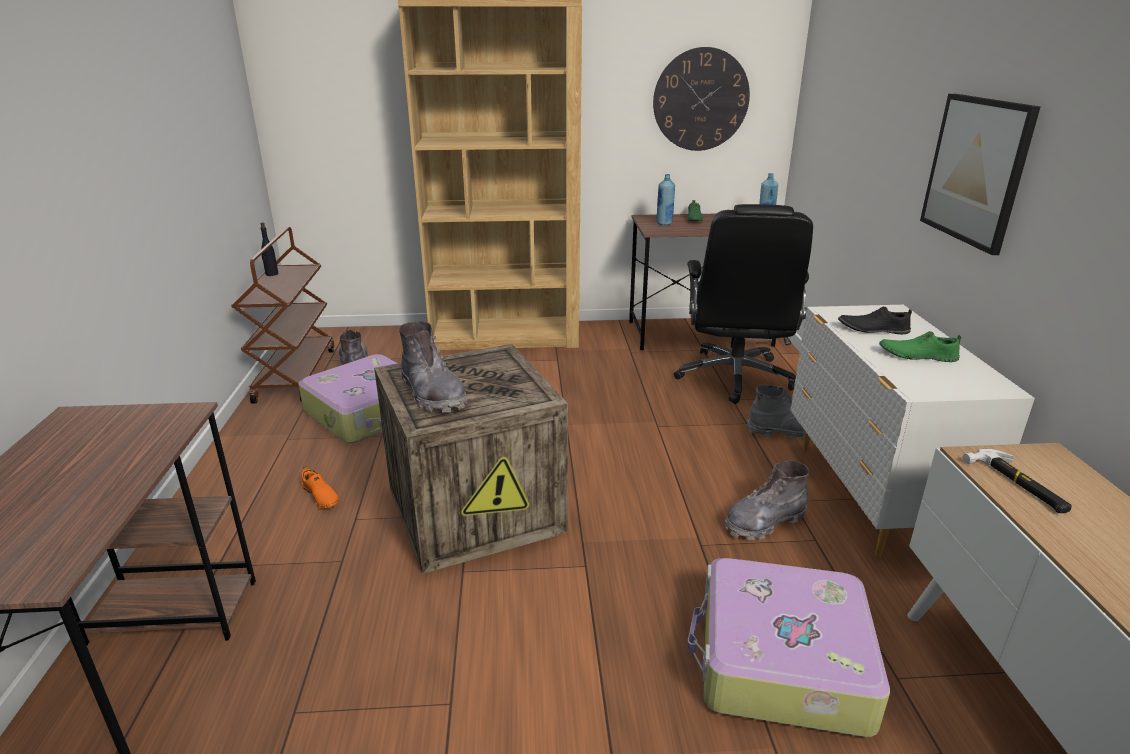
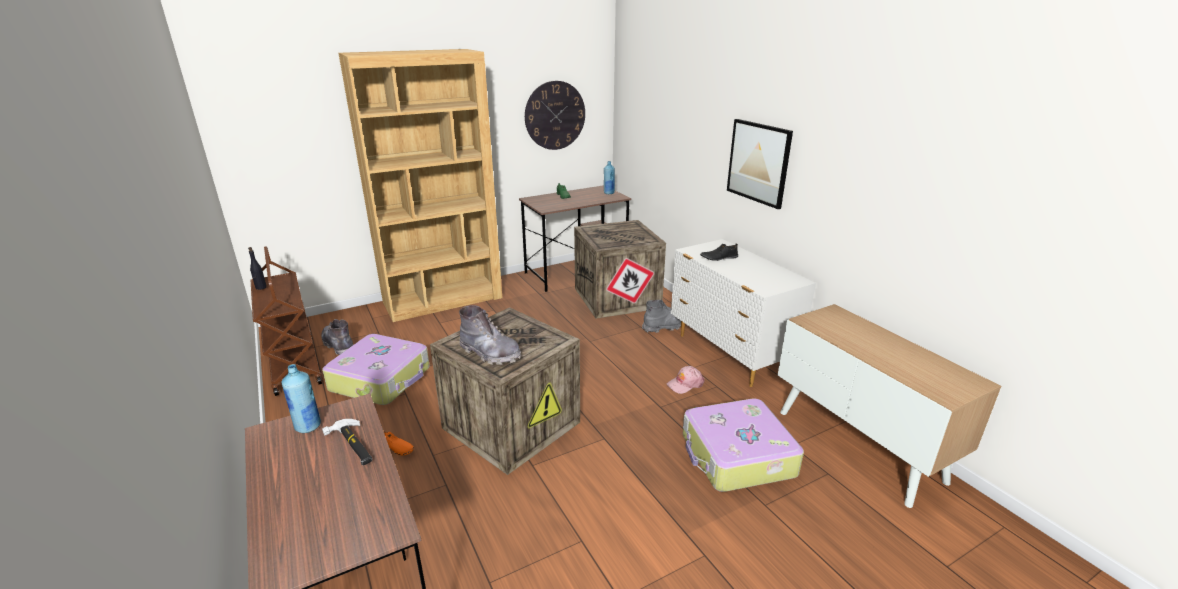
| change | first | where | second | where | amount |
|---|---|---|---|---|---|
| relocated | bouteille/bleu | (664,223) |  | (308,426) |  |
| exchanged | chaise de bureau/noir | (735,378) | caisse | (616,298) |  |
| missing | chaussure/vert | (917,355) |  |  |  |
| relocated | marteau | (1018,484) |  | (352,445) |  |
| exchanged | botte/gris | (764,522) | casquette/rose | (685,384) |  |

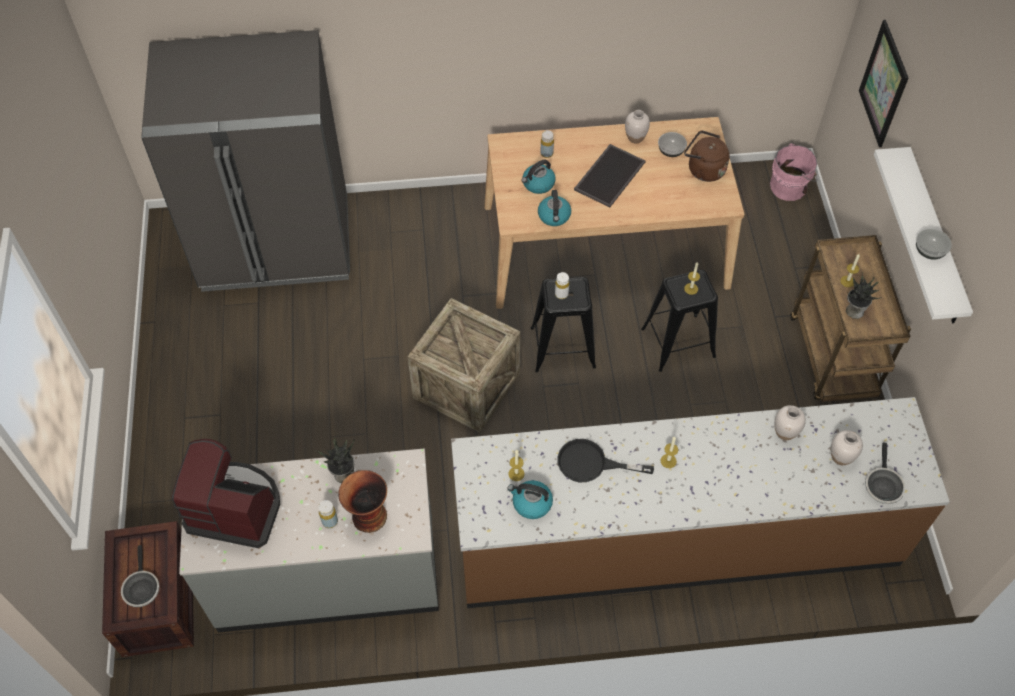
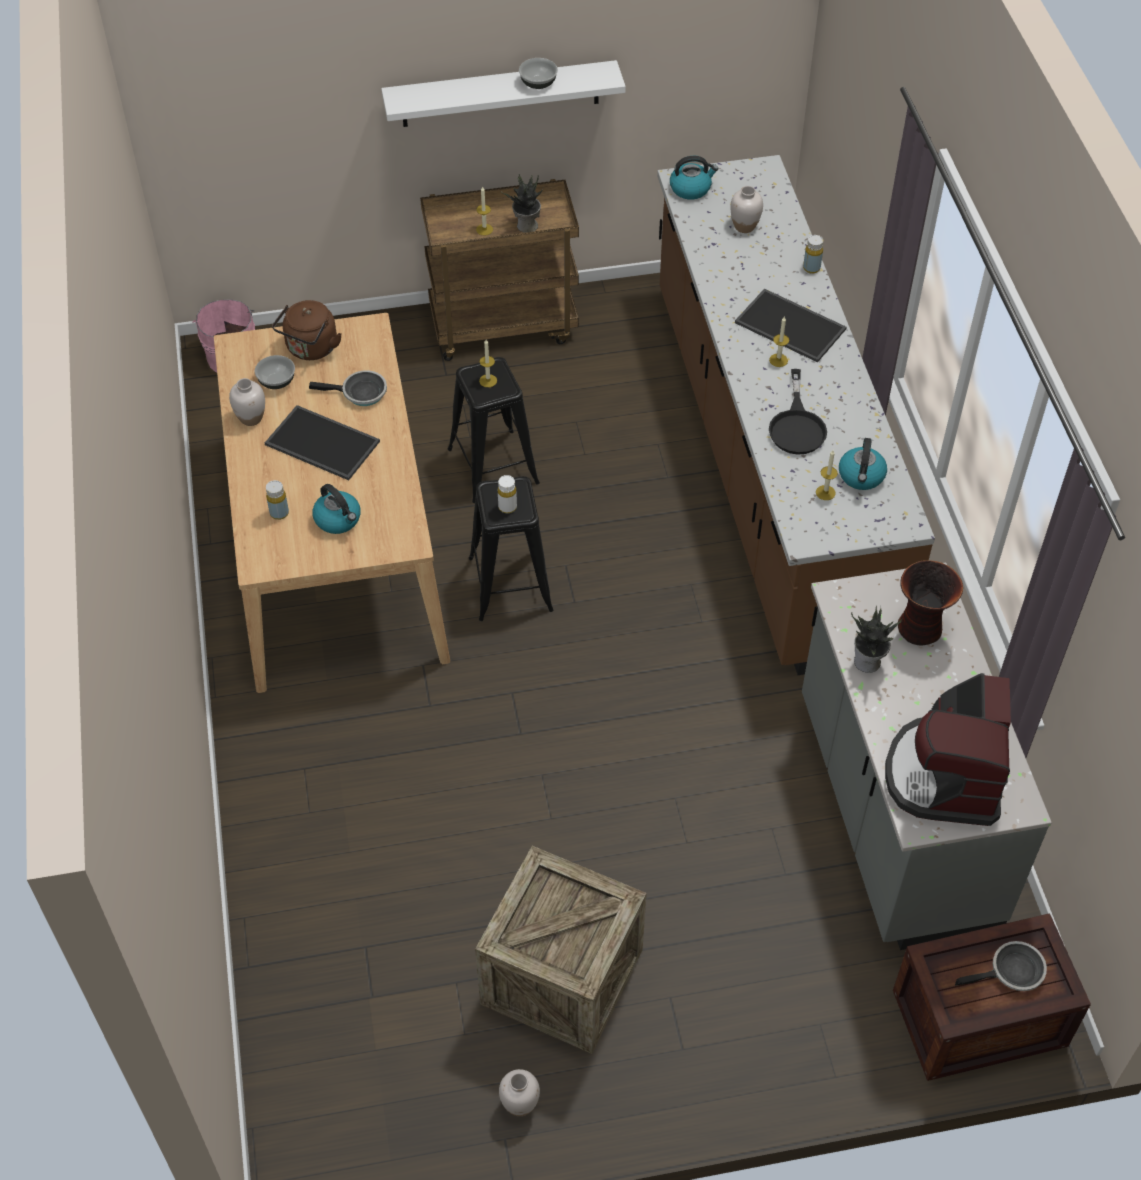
| change | first | where | second | where | amount |
|---|---|---|---|---|---|
| missing | tableau | (883,84) |  |  |  |
| missing | réfrigérateur/gris | (276,244) |  |  |  |
| relocated | bouilloire | (554,216) |  | (691,188) |  |
| relocated | caisse | (466,385) |  | (562,977) |  |
| relocated | vase/blanc | (785,432) |  | (520,1104) |  |
| relocated | poêle | (882,485) |  | (360,393) |  |
| relocated | bouteille/jaune | (330,521) |  | (811,268) |  |
| appeared |  |  | plateau | (792,325) |  |

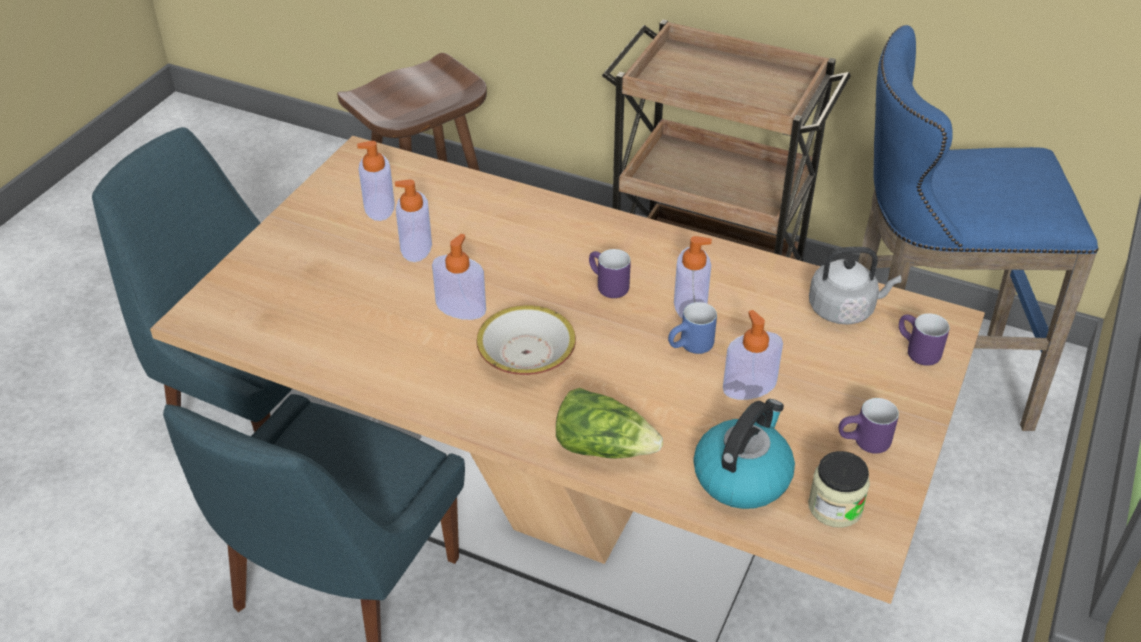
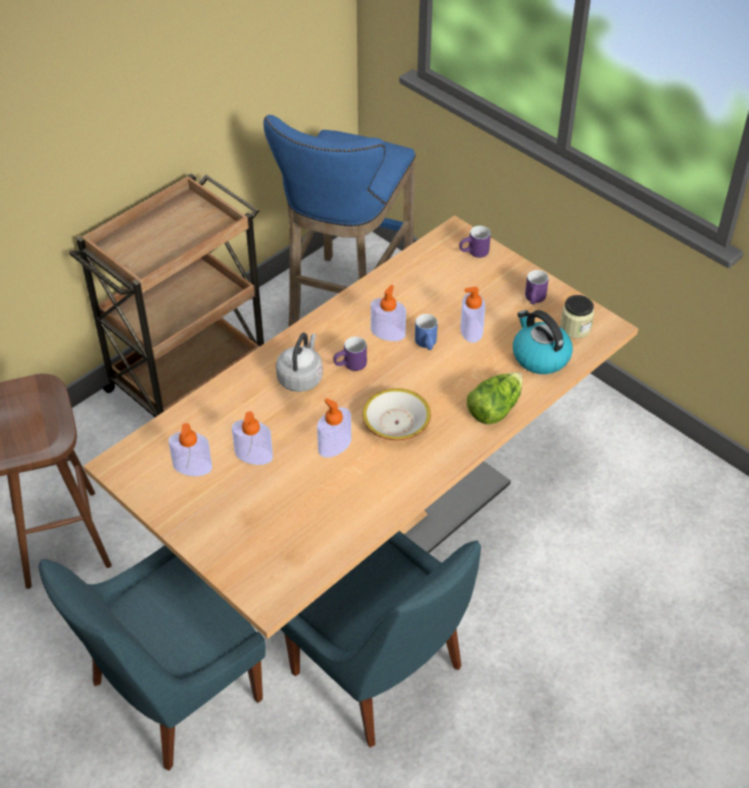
| change | first | where | second | where | amount |
|---|---|---|---|---|---|
| relocated | bouilloire/gris | (844,309) |  | (301,377) |  |

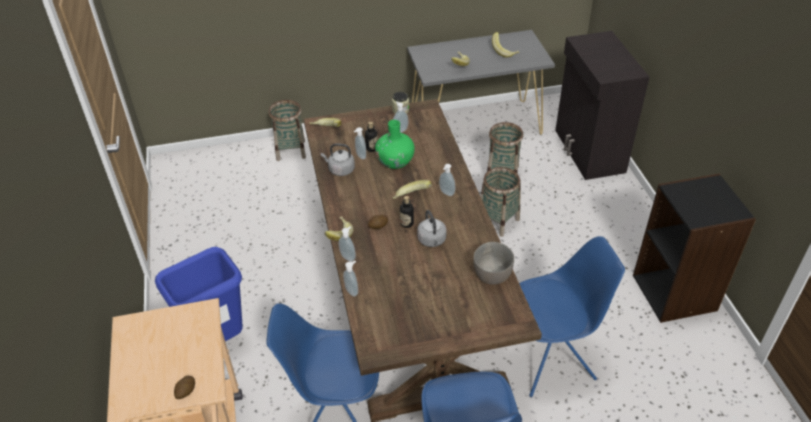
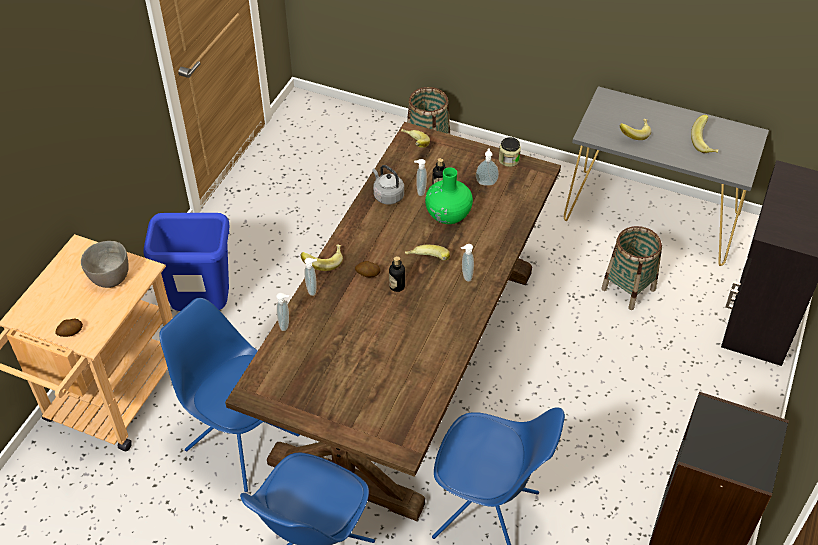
| change | first | where | second | where | amount |
|---|---|---|---|---|---|
| missing | panier | (498,221) |  |  |  |
| missing | bouilloire/gris | (432,241) |  |  |  |
| relocated | bol/gris | (491,276) |  | (109,277) |  |

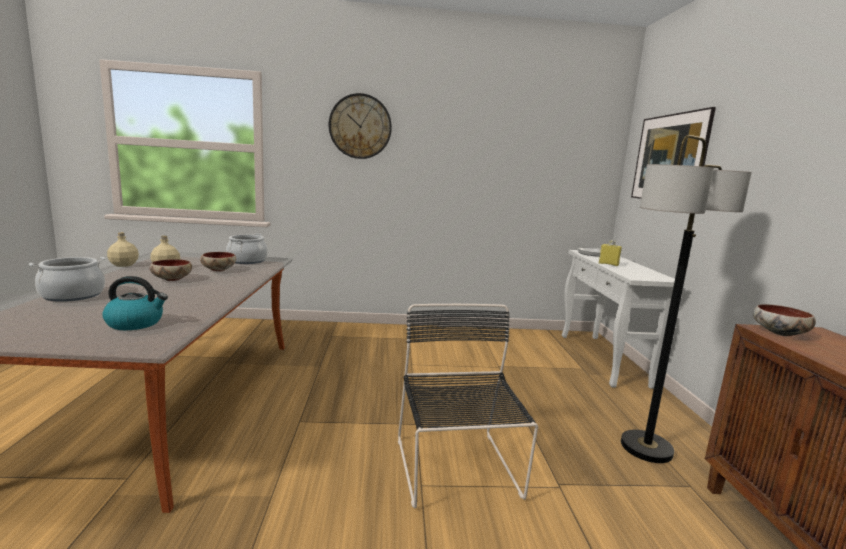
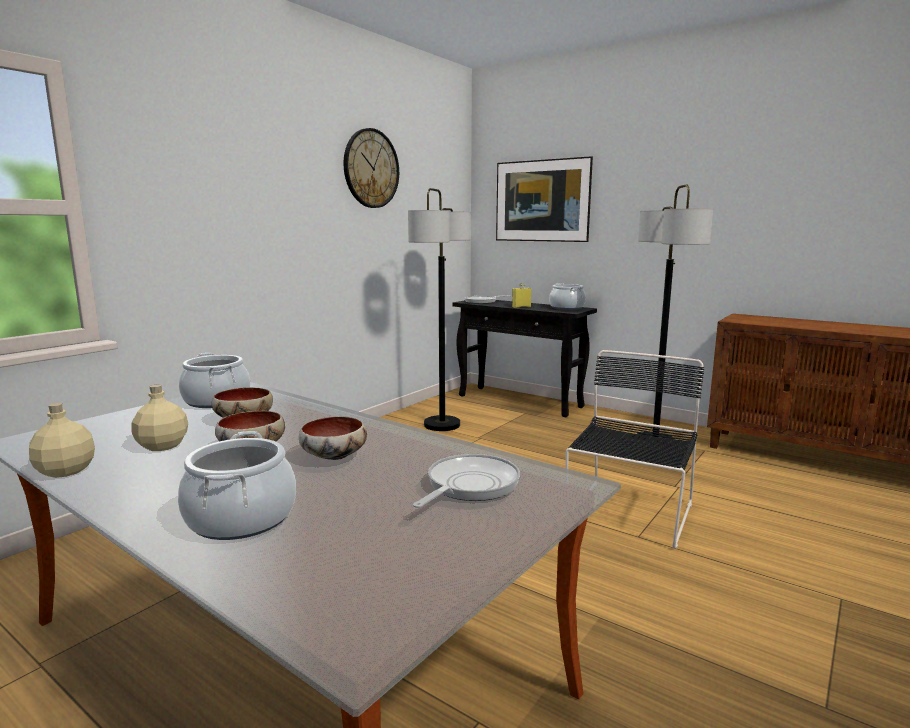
| change | first | where | second | where | amount |
|---|---|---|---|---|---|
| relocated | horloge murale | (360,126) |  | (371,168) |  |
| colour | table console/blanc | (603,359) | table console/noir | (520,401) |  |
| exchanged | bouilloire | (136,323) | poêle | (469,485) |  |
| spun | chaise/noir | (457,470) |  | (629,515) | 90 degrees clockwise |
| relocated | bol | (779,333) |  | (334,457) |  |
| appeared |  |  | lampadaire | (442,425) |  |
| appeared |  |  | marmite | (566,308) |  |

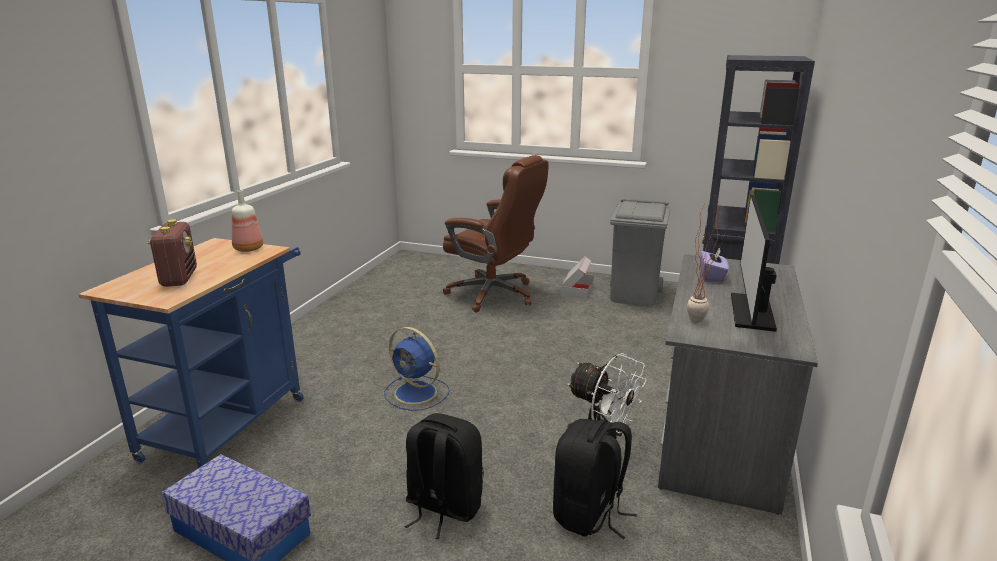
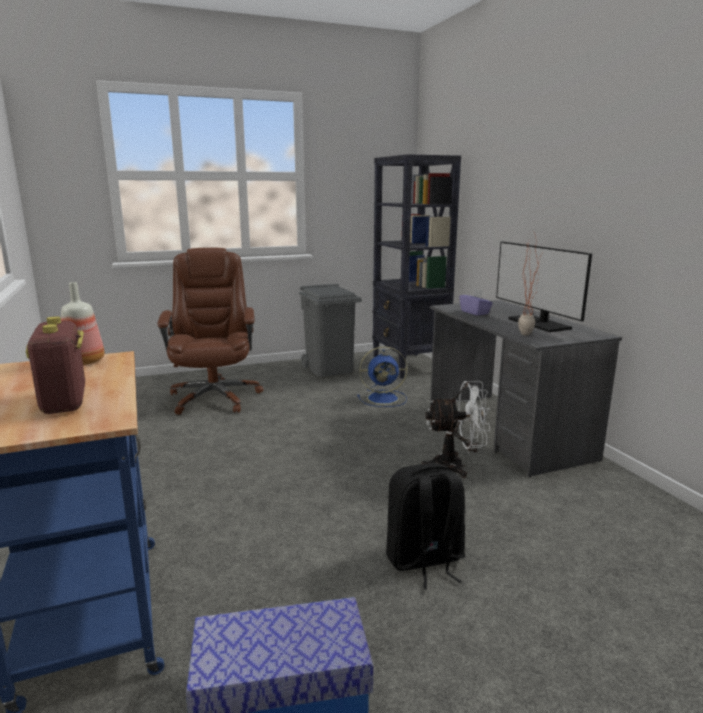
| change | first | where | second | where | amount |
|---|---|---|---|---|---|
| spun | chaise de bureau/marron | (493,294) |  | (215,397) | 90 degrees counterclockwise |
| spun | radio | (179,278) |  | (65,402) | 150 degrees counterclockwise |
| missing | carton | (577,290) |  |  |  |
| relocated | ventilateur/bleu | (417,393) |  | (384,398) |  |
| missing | sac à dos/noir | (589,514) |  |  |  |

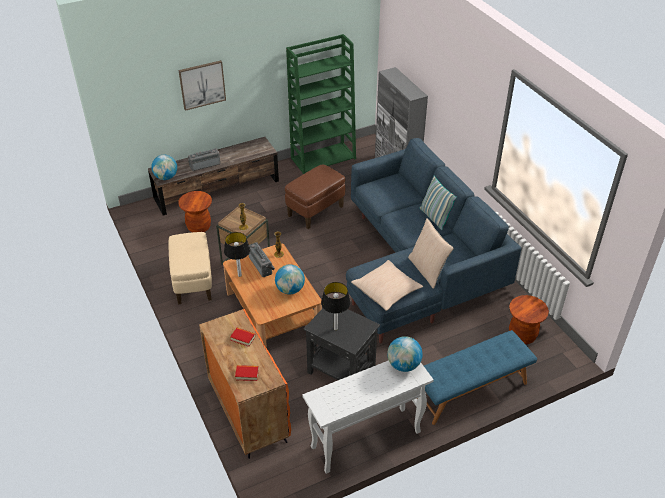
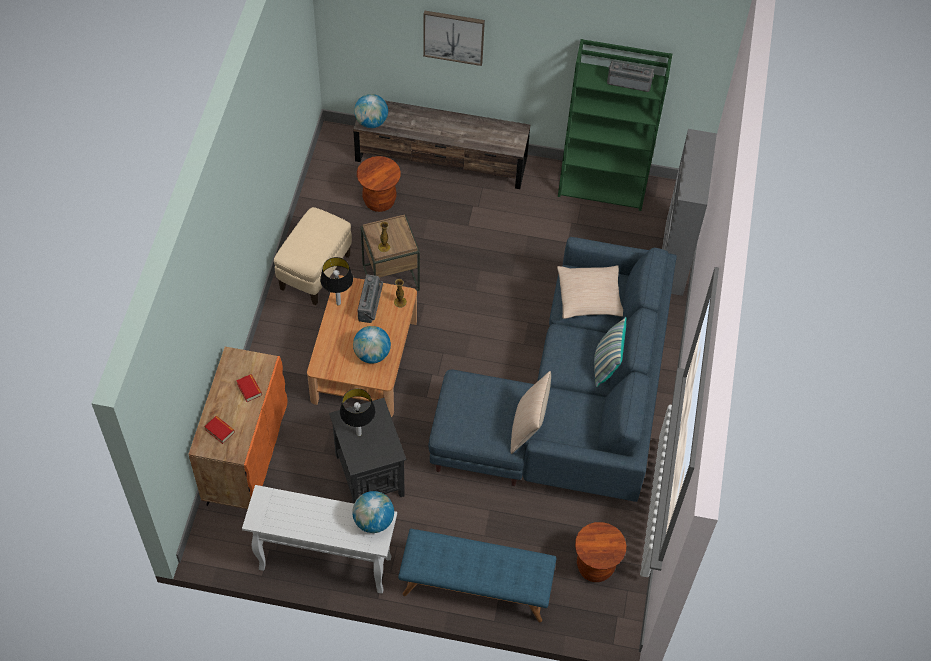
| change | first | where | second | where | amount |
|---|---|---|---|---|---|
| relocated | radio | (204,164) |  | (629,82) |  |
| missing | pouf/marron | (315,211) |  |  |  |
| relocated | coussin/beige | (386,290) |  | (589,297) |  |

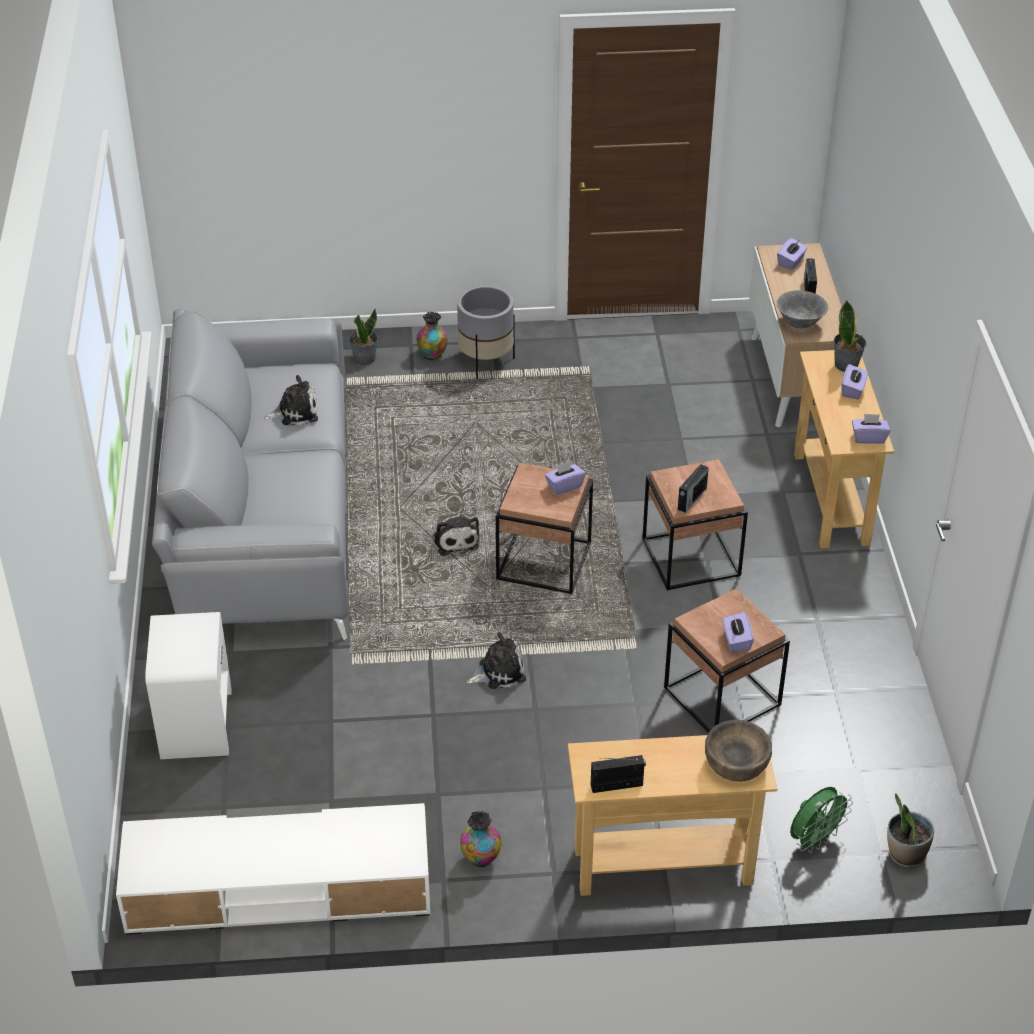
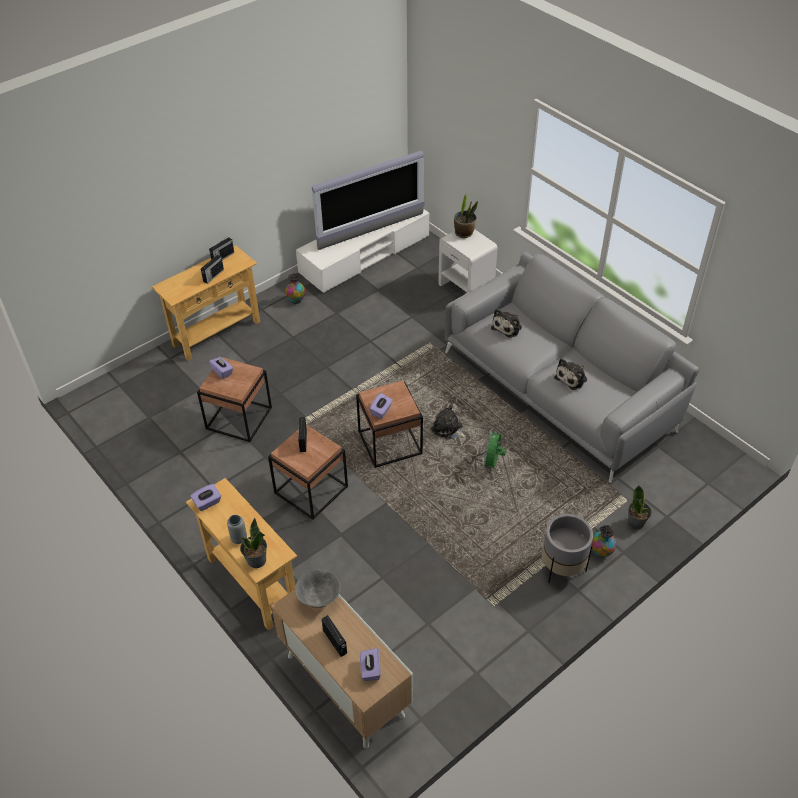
| change | first | where | second | where | amount |
|---|---|---|---|---|---|
| exchanged | boîte à mouchoirs/violet | (853,390) | vase/gris | (239,539) |  |
| relocated | peluche | (498,671) |  | (508,327) |  |
| missing | bol/marron | (736,763) |  |  |  |
| relocated | ventilateur/vert | (815,840) |  | (492,463) |  |
| relocated | plante en pot | (905,854) |  | (464,233) |  |
| appeared |  |  | téléviseur | (371,232) |  |
| appeared |  |  | radio | (213,276) |  |

